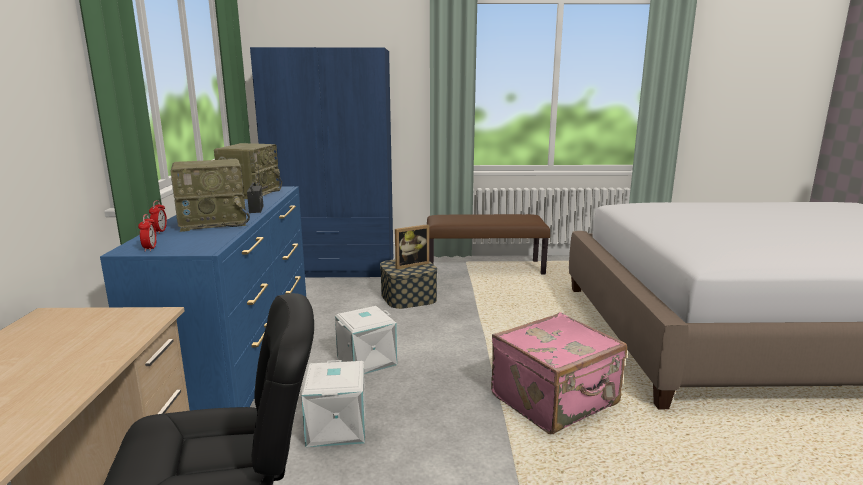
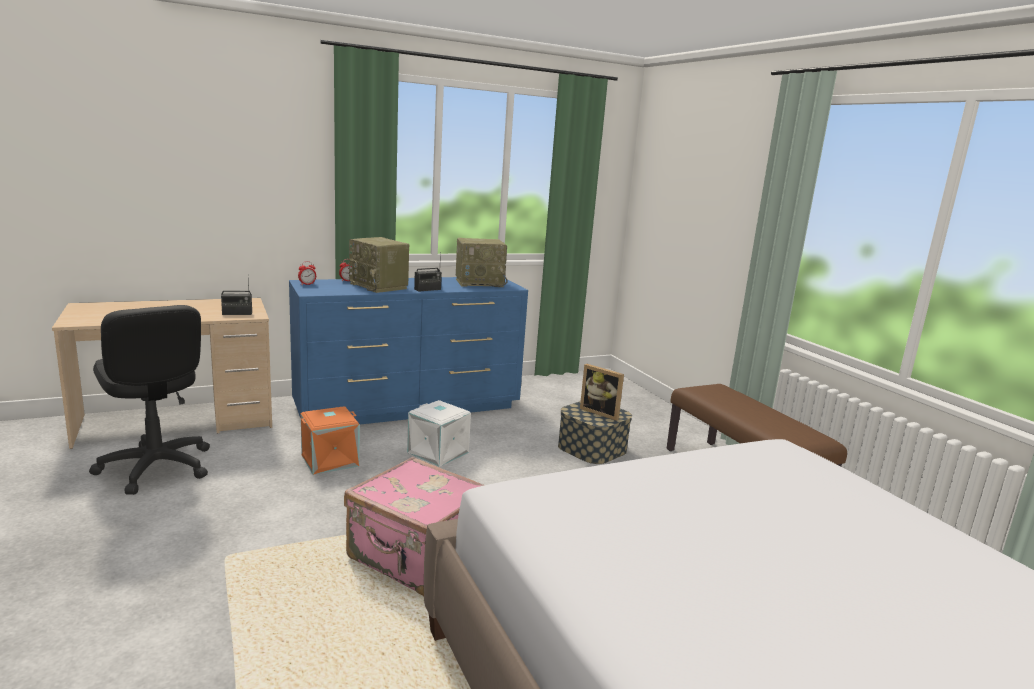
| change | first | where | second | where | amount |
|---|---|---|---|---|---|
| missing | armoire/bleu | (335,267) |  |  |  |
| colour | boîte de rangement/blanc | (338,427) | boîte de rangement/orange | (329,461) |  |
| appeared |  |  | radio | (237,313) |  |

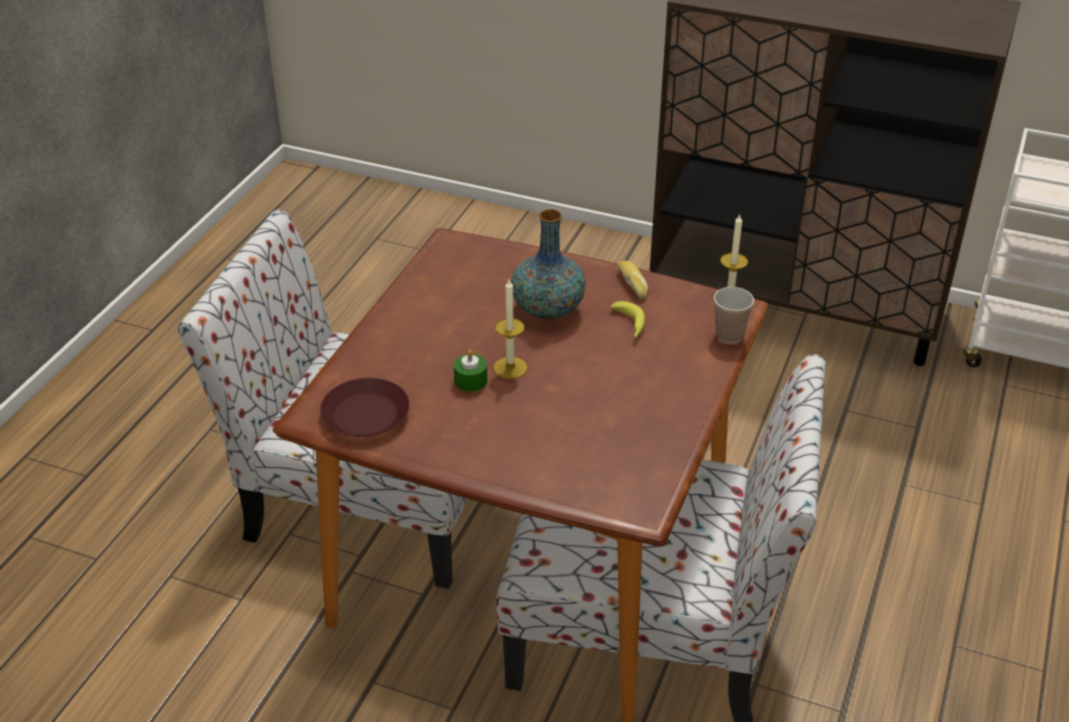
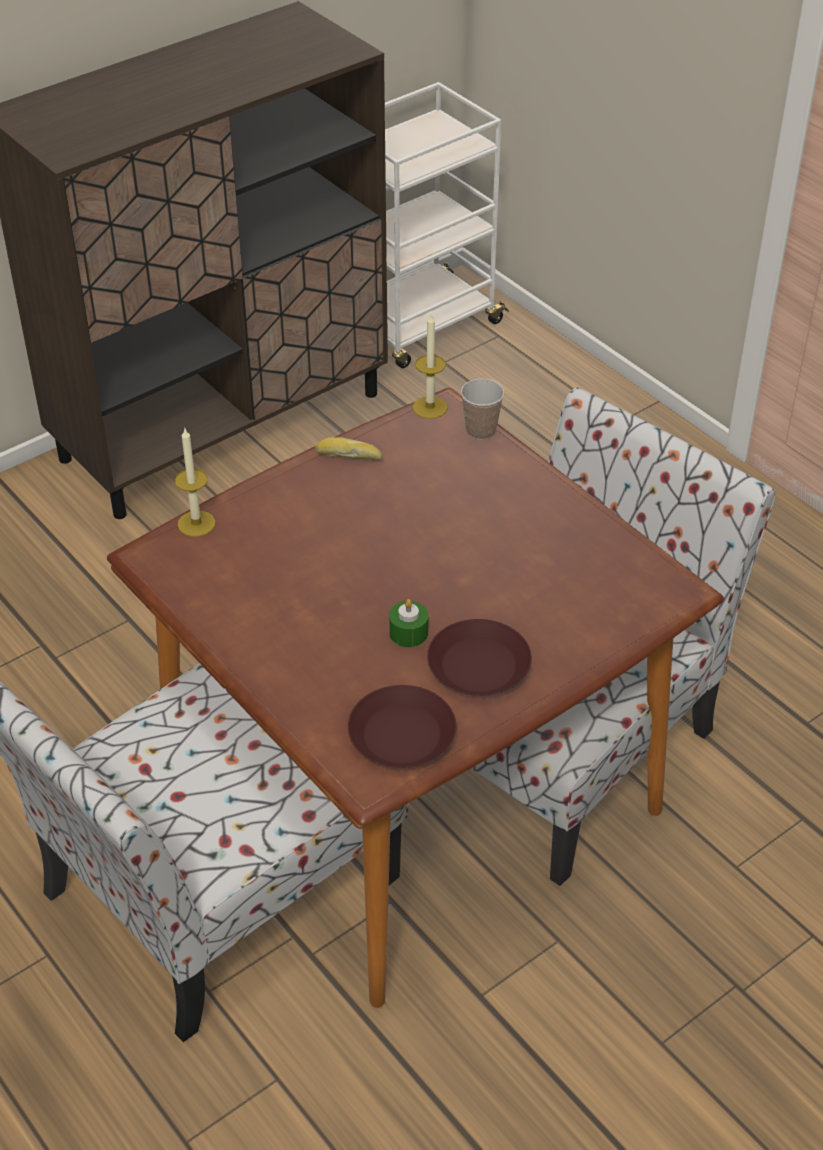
| change | first | where | second | where | amount |
|---|---|---|---|---|---|
| missing | vase | (548,310) |  |  |  |
| relocated | bougie | (510,368) |  | (196,523) |  |
| missing | banane | (629,325) |  |  |  |
| appeared |  |  | assiette/marron | (477,665) |  |

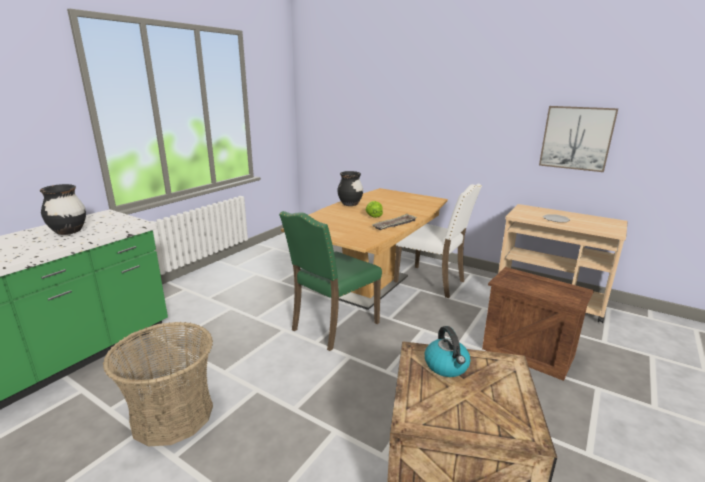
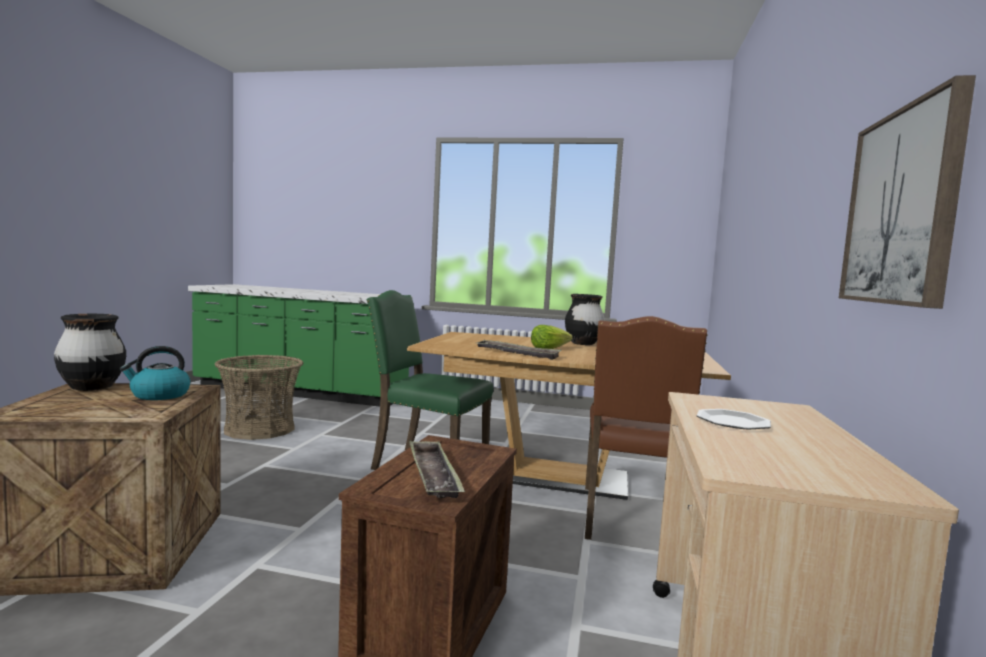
| change | first | where | second | where | amount |
|---|---|---|---|---|---|
| relocated | vase/noir | (68,231) |  | (91,387) |  |
| colour | chaise/blanc | (431,282) | chaise/marron | (632,521) |  |
| appeared |  |  | plateau | (433,475) |  |

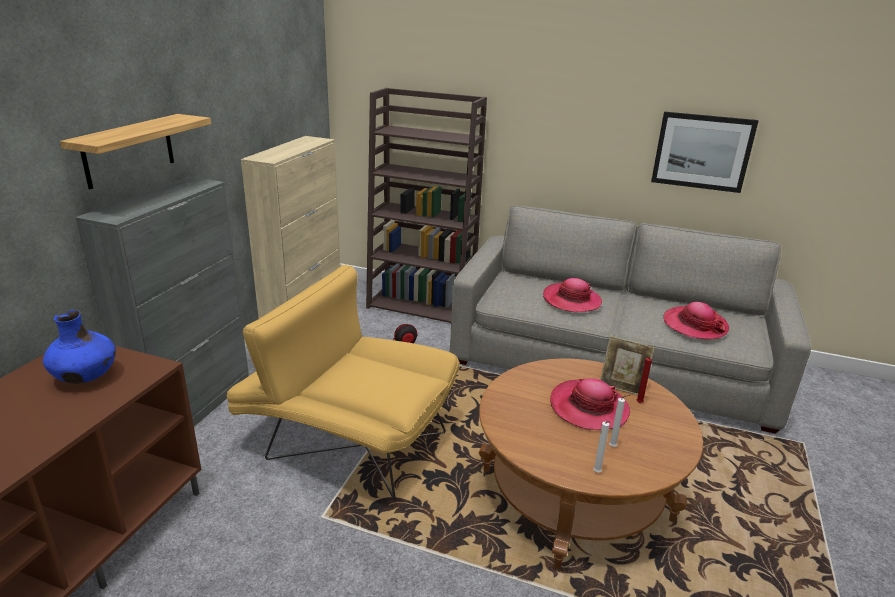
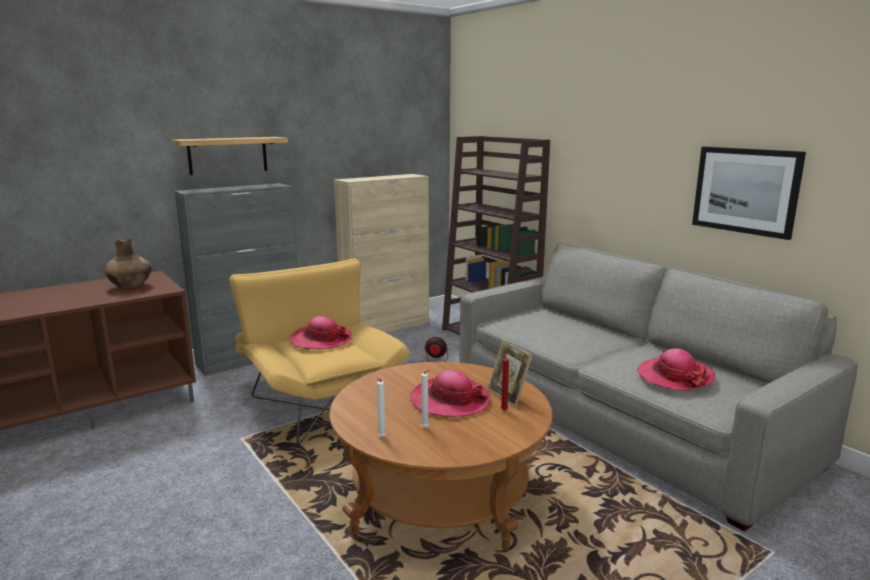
| change | first | where | second | where | amount |
|---|---|---|---|---|---|
| relocated | chapeau | (571,300) |  | (321,340) |  |
| colour | vase/bleu | (86,377) | vase/marron | (131,286) |  |

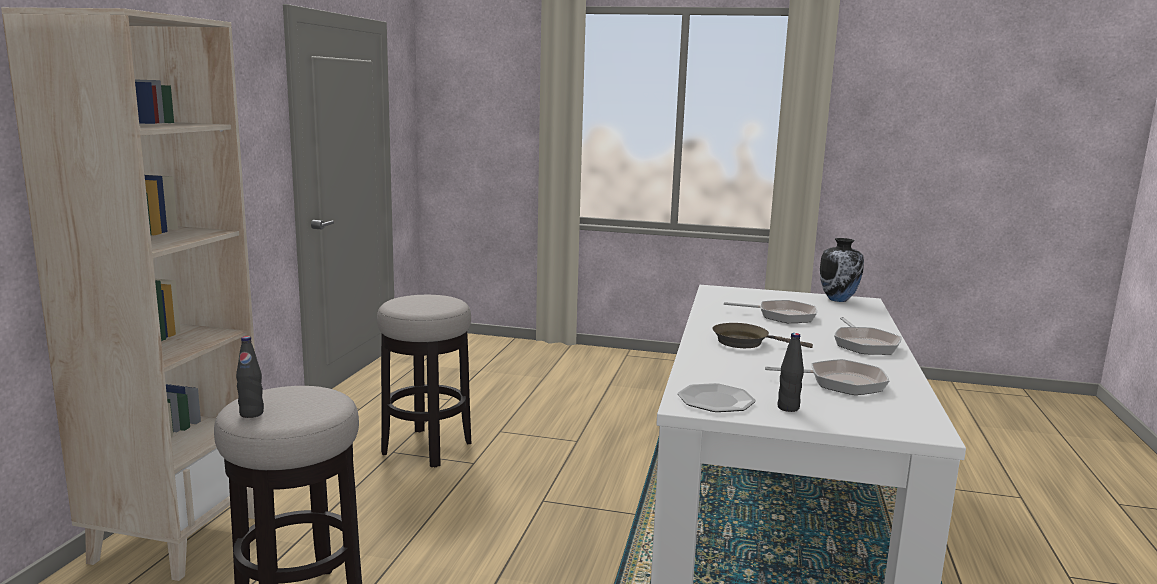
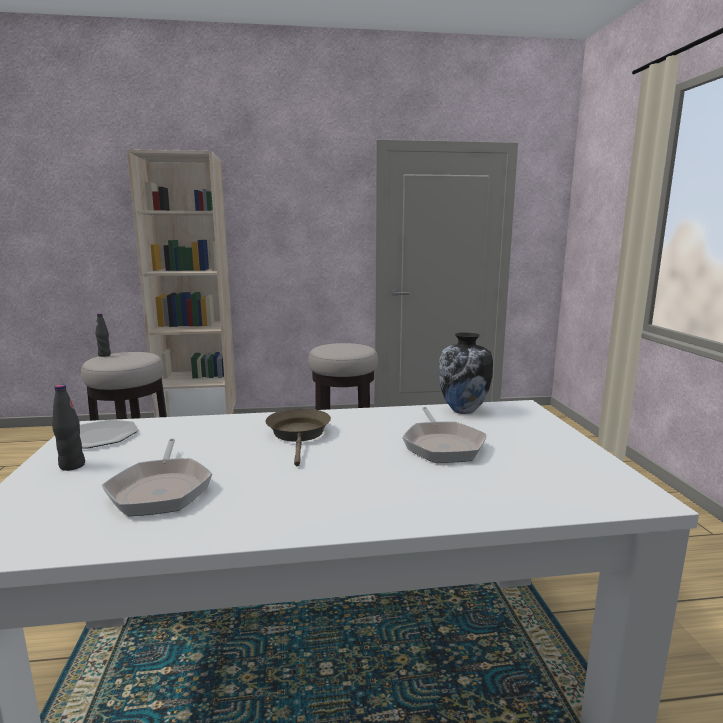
| change | first | where | second | where | amount |
|---|---|---|---|---|---|
| relocated | vase | (838,299) |  | (463,410) |  |
| missing | poêle | (864,344) |  |  |  |

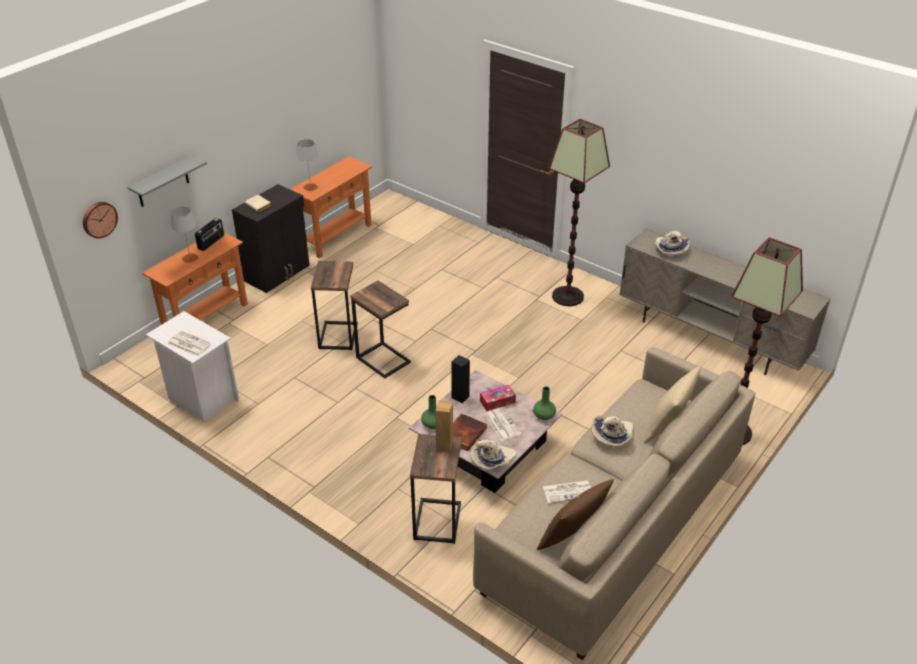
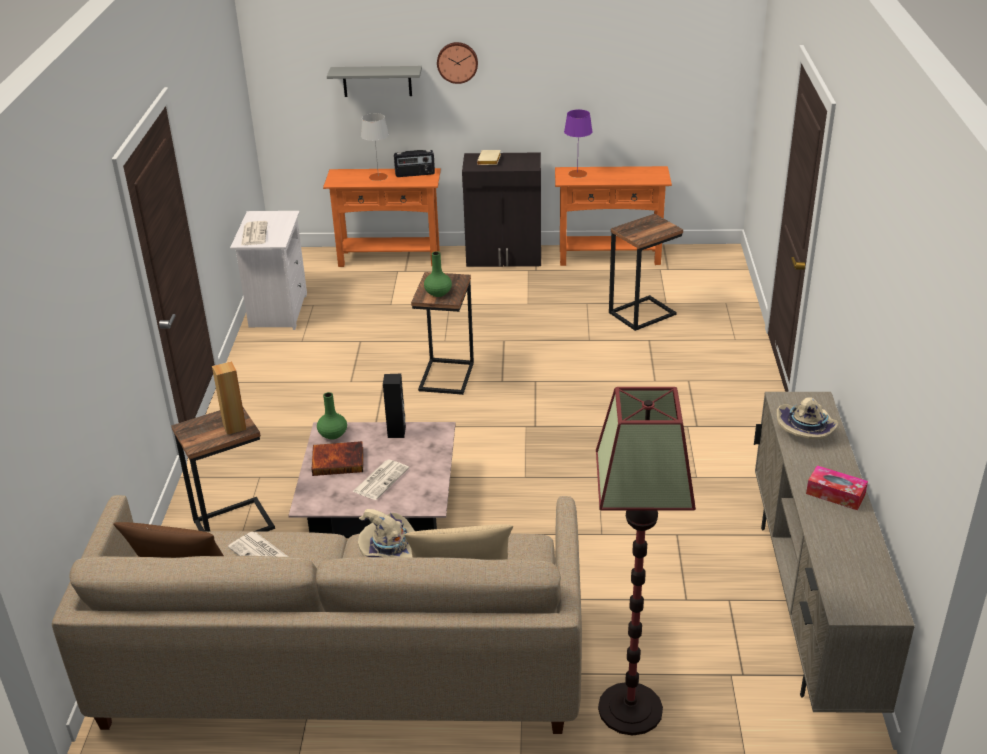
| change | first | where | second | where | amount |
|---|---|---|---|---|---|
| missing | lampadaire | (568,296) |  |  |  |
| colour | lampe de table/gris | (310,187) | lampe de table/violet | (577,174) |  |
| relocated | horloge murale | (99,219) |  | (457,62) |  |
| relocated | table d'appoint | (337,336) |  | (641,313) |  |
| relocated | boîte à mouchoirs | (497,401) |  | (835,494) |  |
| relocated | vase/vert | (543,416) |  | (438,293) |  |
| missing | chapeau/beige | (492,460) |  |  |  |

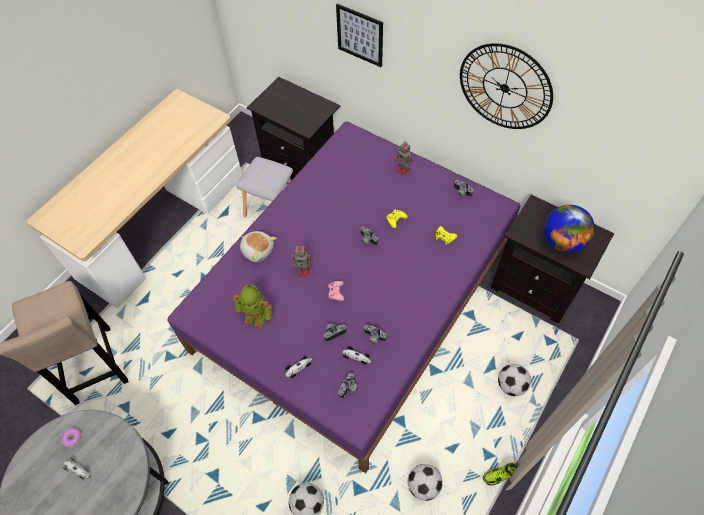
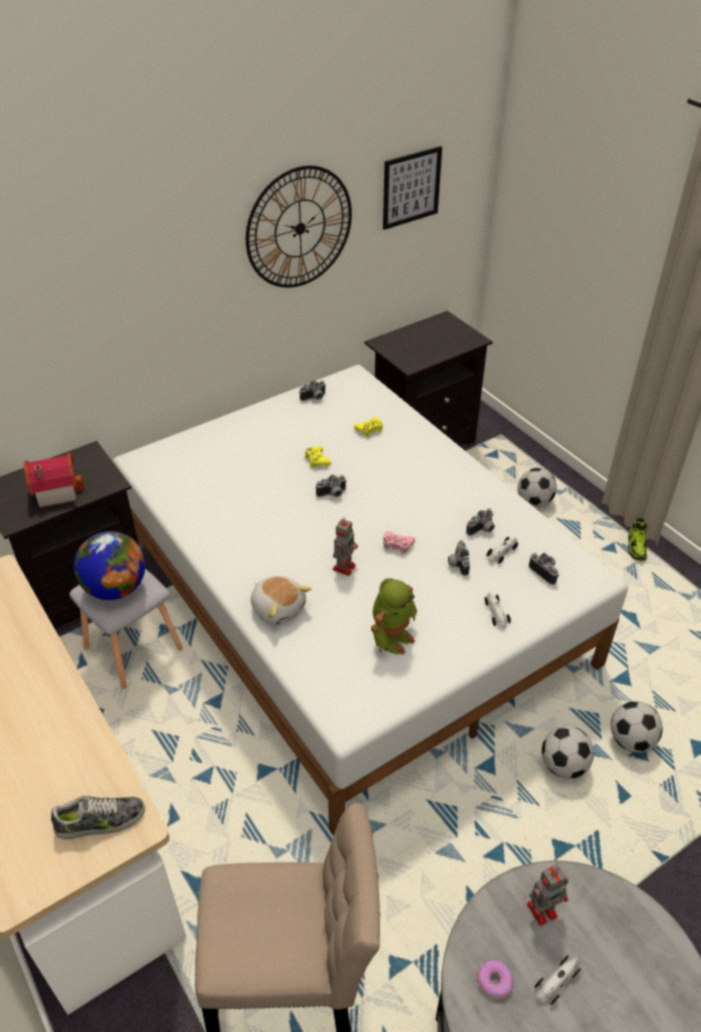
| change | first | where | second | where | amount |
|---|---|---|---|---|---|
| relocated | tableau | (360,35) |  | (411,187) |  |
| colour | lit/violet | (354,298) | lit/blanc | (350,600) |  |
| relocated | robot jouet | (403,170) |  | (543,909) |  |
| relocated | globe | (562,241) |  | (116,588) |  |
| spun | peluche | (258,250) |  | (278,608) | 75 degrees clockwise |
| relocated | ballon de foot | (423,485) |  | (563,766) |  |
| appeared |  |  | maison miniature | (55,490) |  |
| appeared |  |  | chaussure | (100,821) |  |

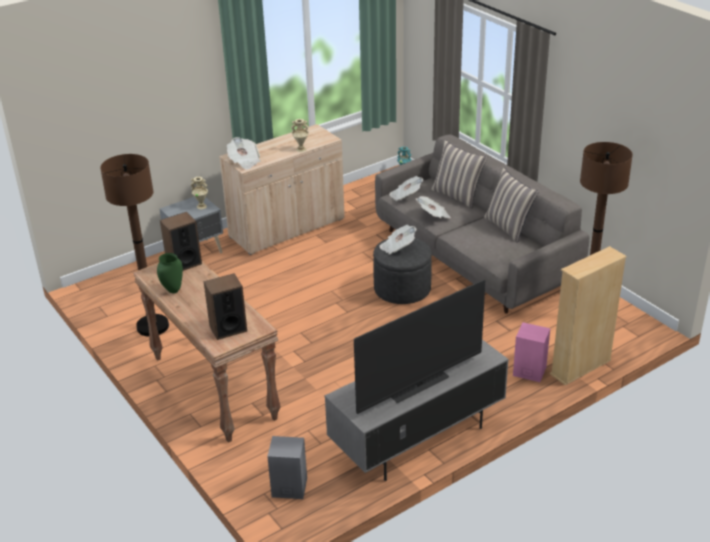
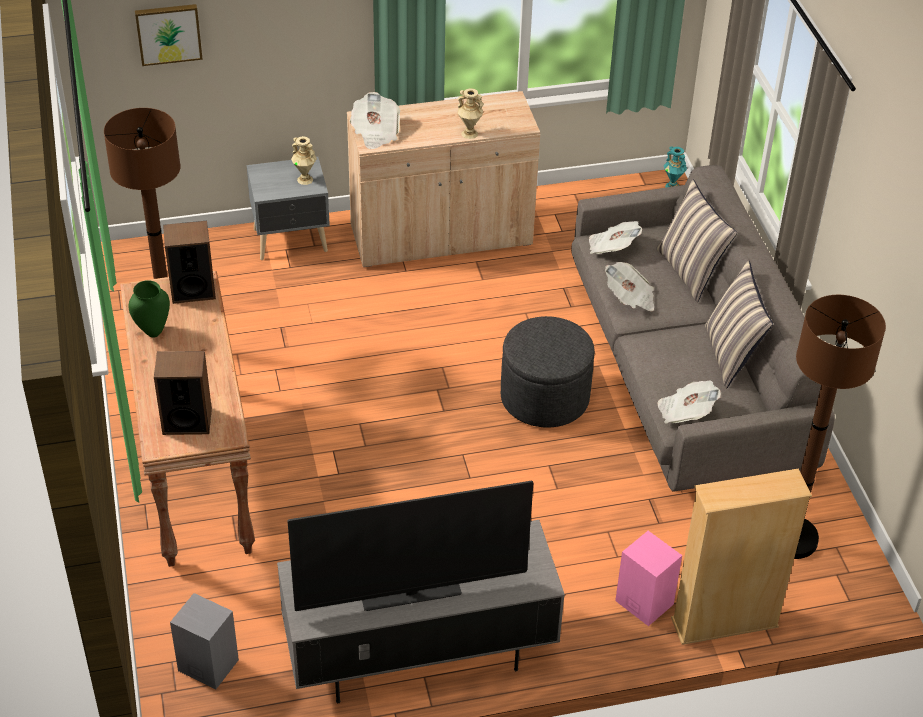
| change | first | where | second | where | amount |
|---|---|---|---|---|---|
| relocated | journal | (397,247) |  | (685,413) |  |
| appeared |  |  | tableau | (168,33) |  |

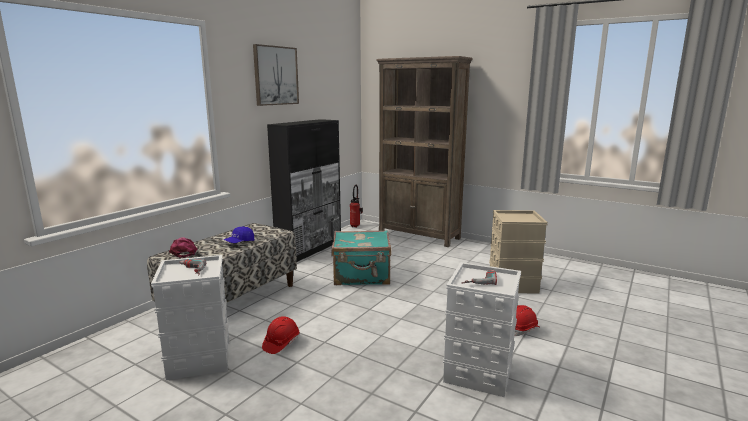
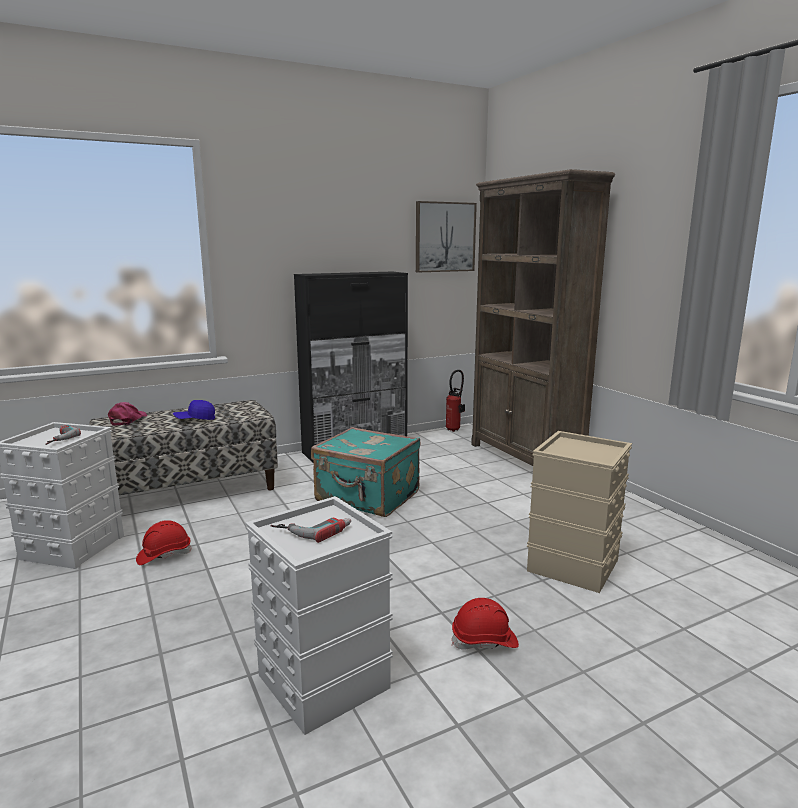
| change | first | where | second | where | amount |
|---|---|---|---|---|---|
| relocated | tableau | (275,75) |  | (445,237) |  |

